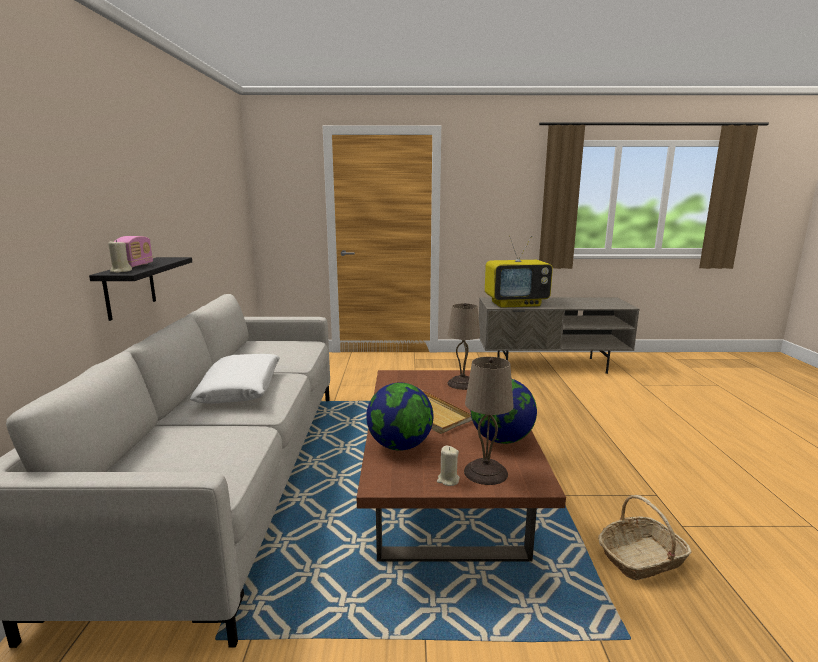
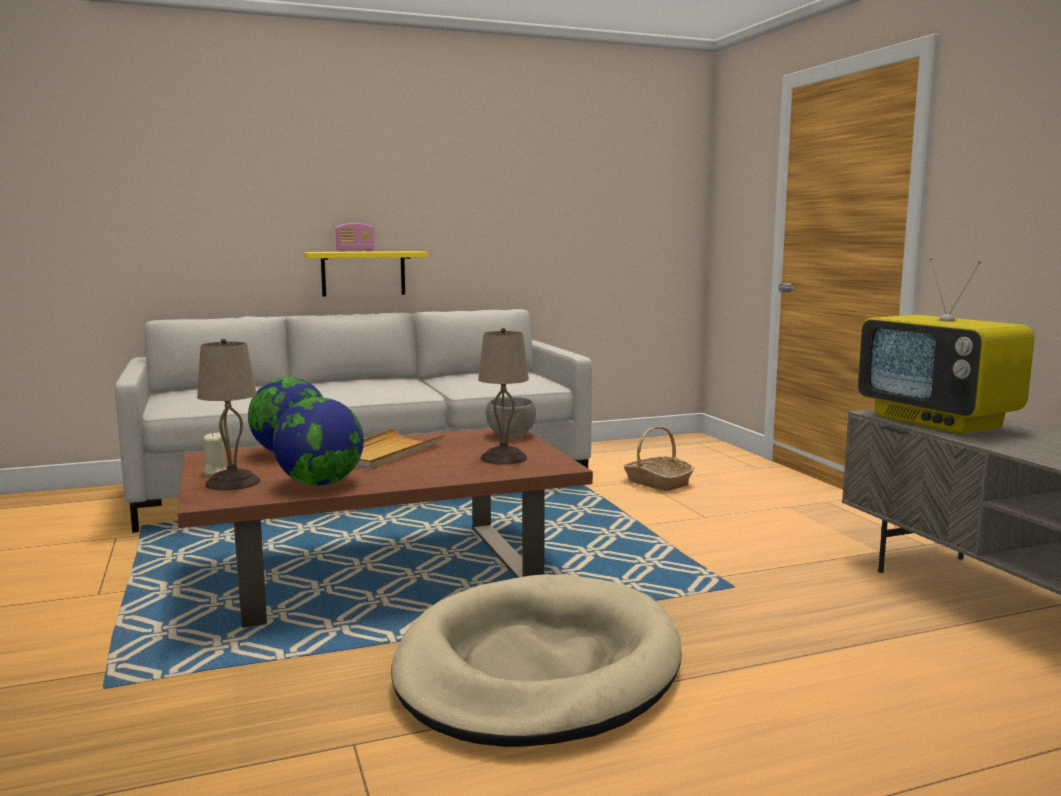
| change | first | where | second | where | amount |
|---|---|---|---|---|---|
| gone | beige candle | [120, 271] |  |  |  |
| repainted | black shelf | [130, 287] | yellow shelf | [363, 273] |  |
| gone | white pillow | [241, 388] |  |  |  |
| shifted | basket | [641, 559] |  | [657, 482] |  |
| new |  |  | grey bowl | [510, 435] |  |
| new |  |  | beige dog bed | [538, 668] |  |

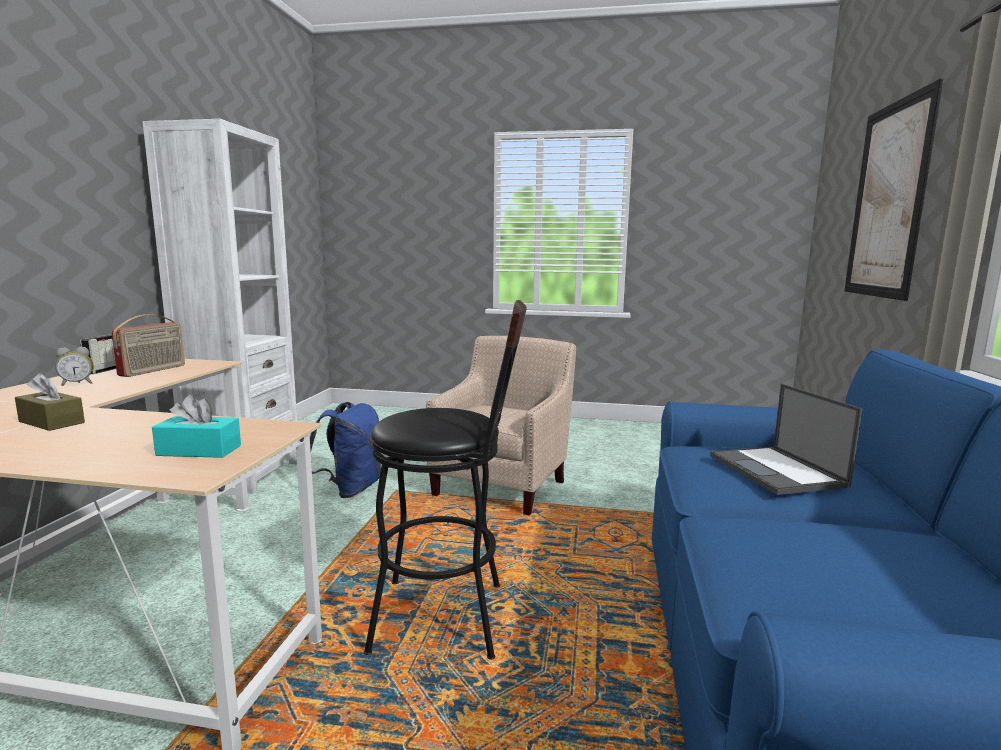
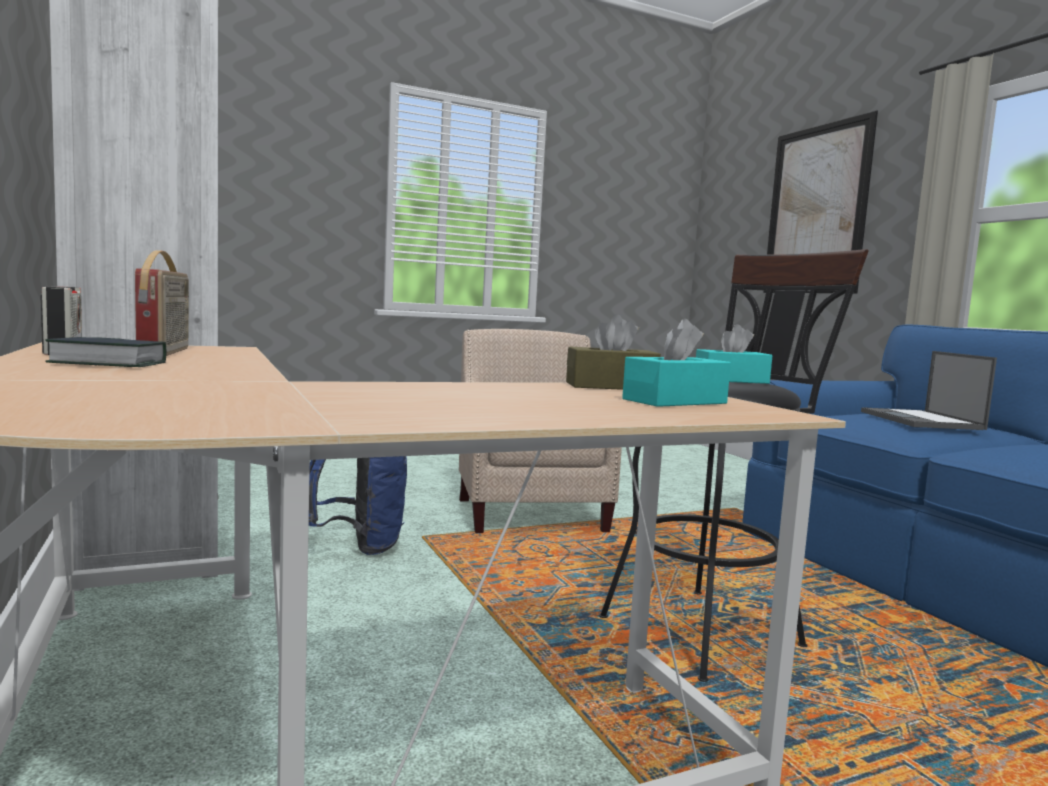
| change | first | where | second | where | amount |
|---|---|---|---|---|---|
| swapped | alarm clock | [77, 384] | book | [109, 363] |  |
| shifted | brown tissue box | [51, 422] |  | [610, 386] |  |
| rotated | laptop | [777, 471] |  | [921, 420] | 45 degrees clockwise |
| new |  |  | turquoise tissue box | [731, 380] |  |

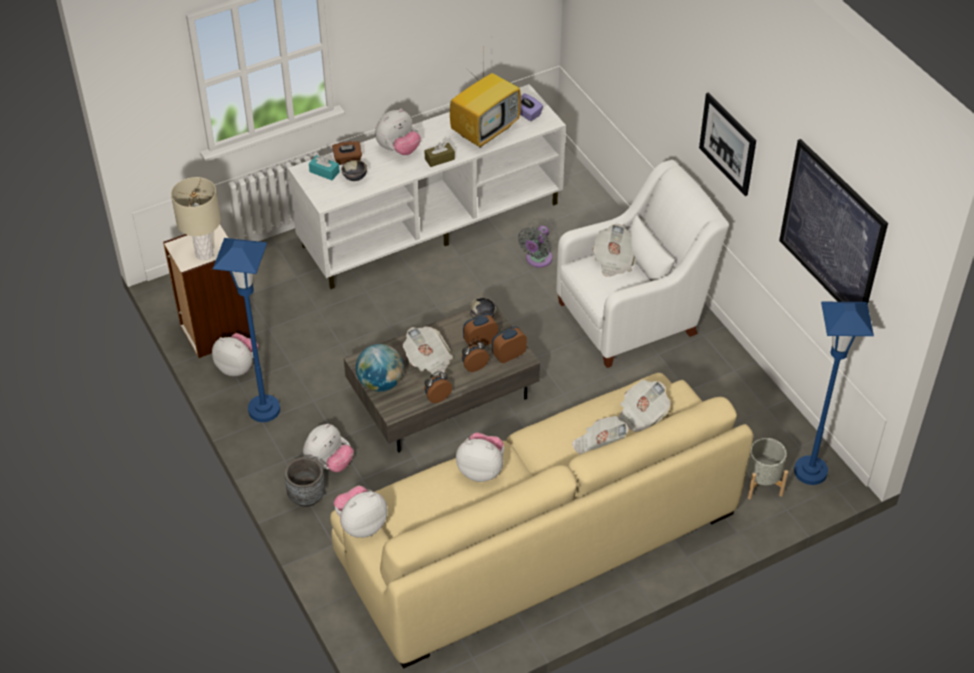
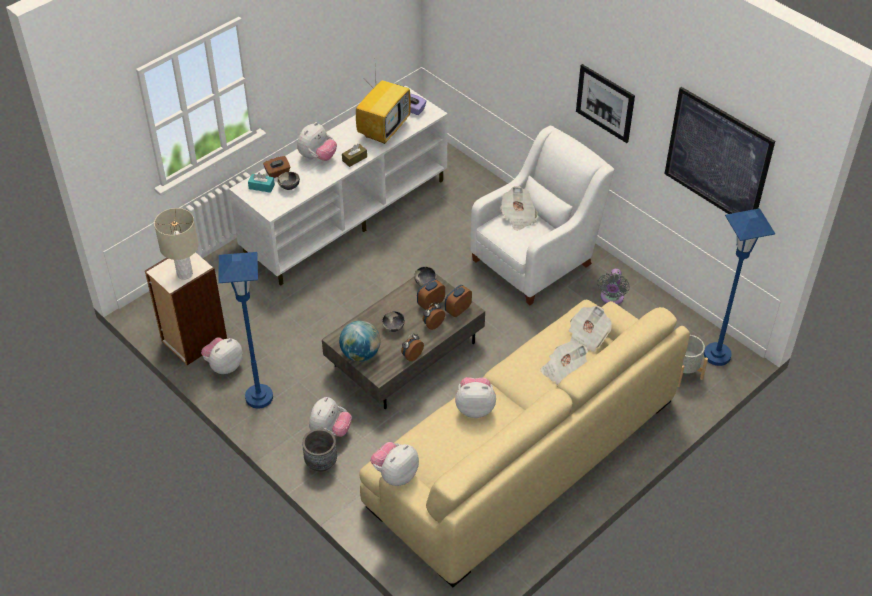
| change | first | where | second | where | amount |
|---|---|---|---|---|---|
| shifted | grey fan | [537, 260] |  | [611, 298] |  |
| swapped | newspaper | [428, 361] | bowl | [393, 327] |  |
| rotated | plush toy | [238, 367] |  | [224, 366] | 60 degrees counterclockwise |

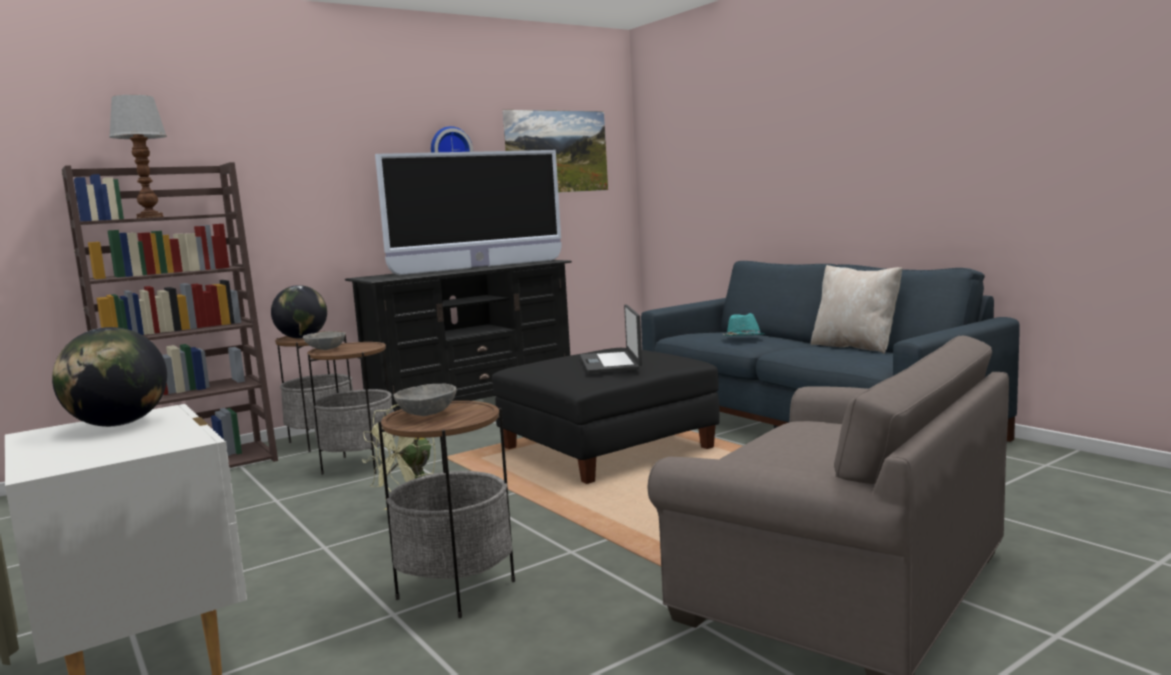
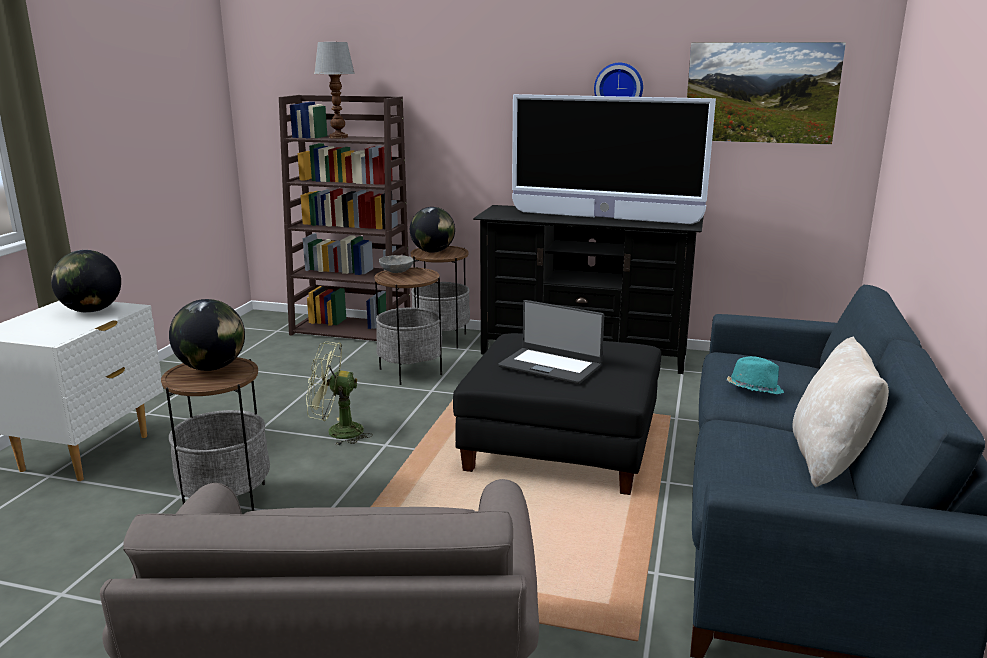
| change | first | where | second | where | amount |
|---|---|---|---|---|---|
| rotated | laptop | [611, 363] |  | [550, 366] | 105 degrees counterclockwise |
| swapped | grey bowl | [428, 413] | globe | [211, 368] |  |

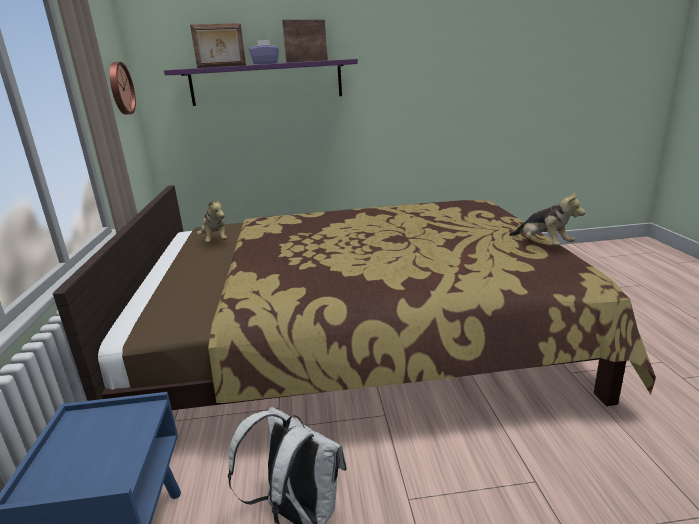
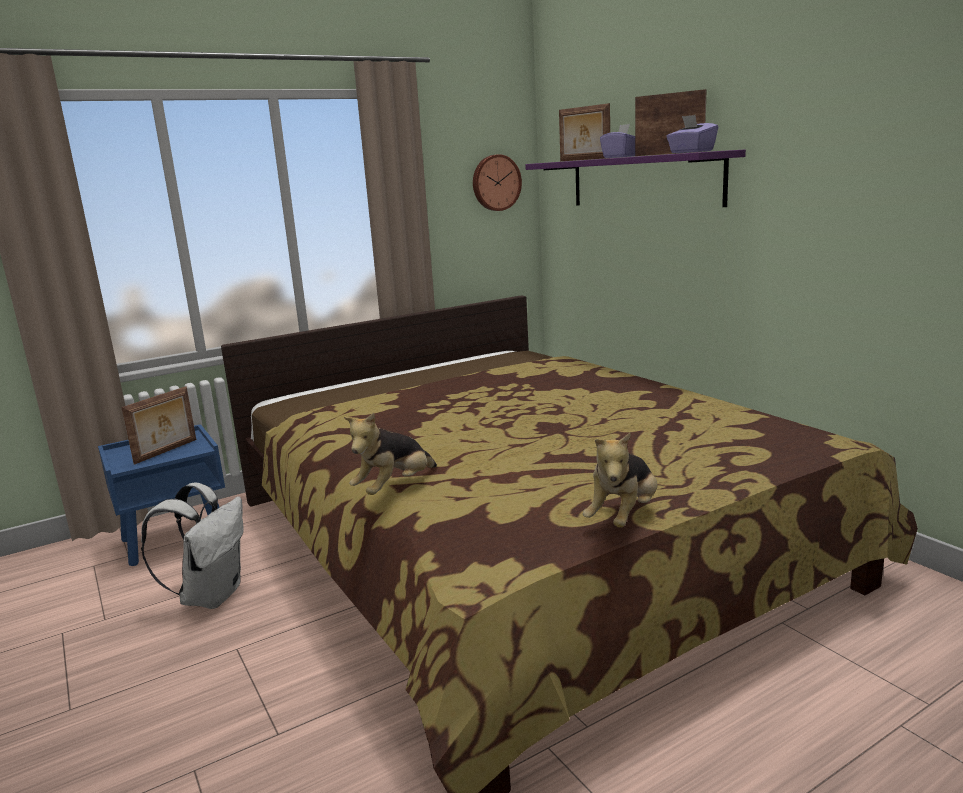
| change | first | where | second | where | amount |
|---|---|---|---|---|---|
| shifted | plush toy | [215, 241] |  | [394, 488] |  |
| new |  |  | purple tissue box | [691, 152] |  |
| new |  |  | picture frame | [167, 451] |  |

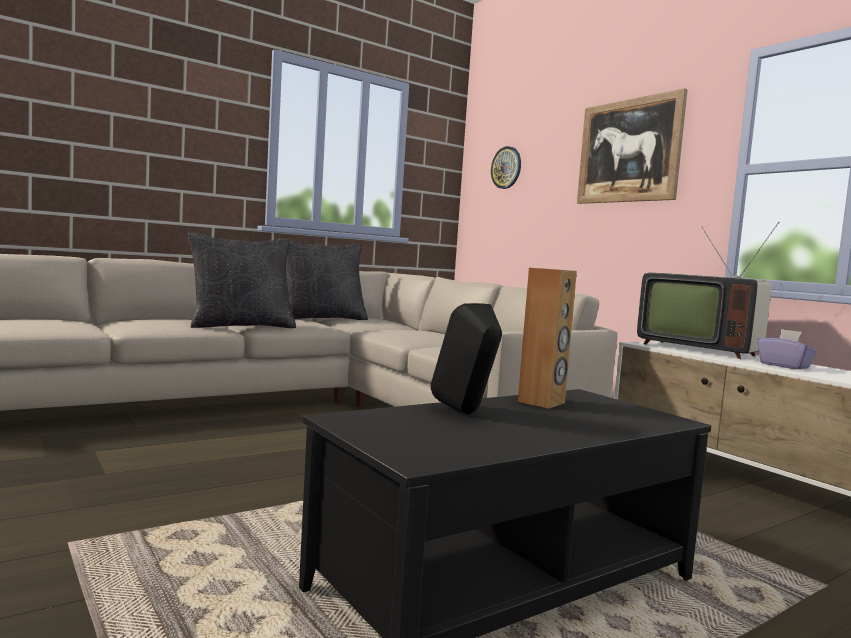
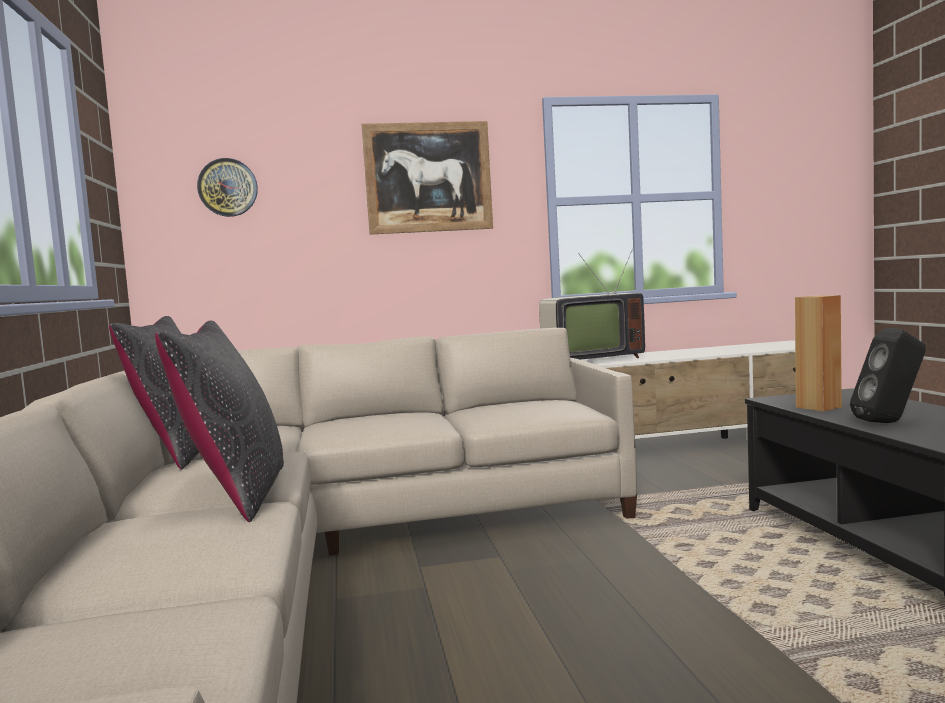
| change | first | where | second | where | amount |
|---|---|---|---|---|---|
| gone | purple tissue box | [784, 366] |  |  |  |

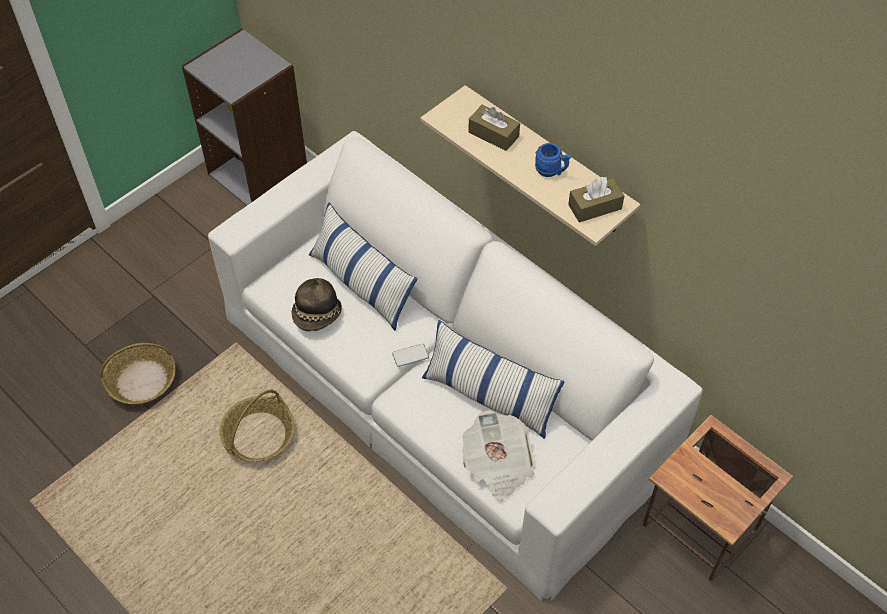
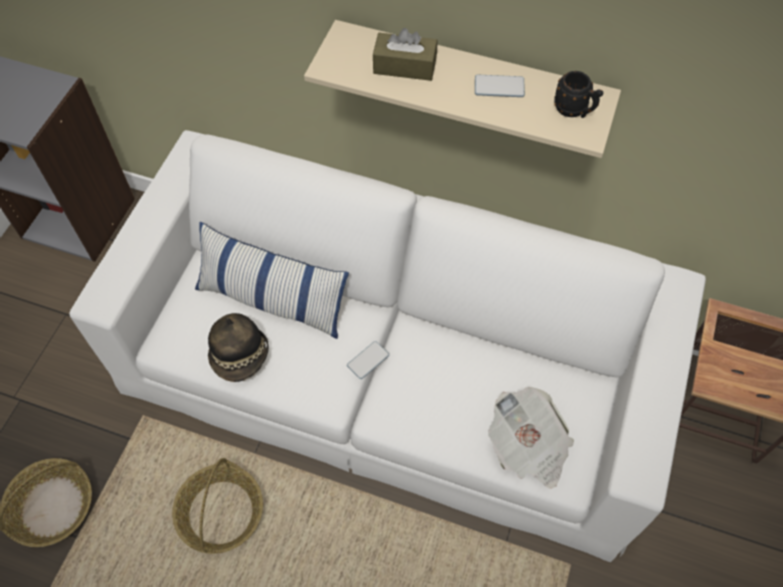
| change | first | where | second | where | amount |
|---|---|---|---|---|---|
| swapped | blue mug | [551, 171] | phone | [499, 87] |  |
| swapped | brown tissue box | [595, 207] | black mug | [574, 111] |  |
| gone | pillow | [489, 396] |  |  |  |

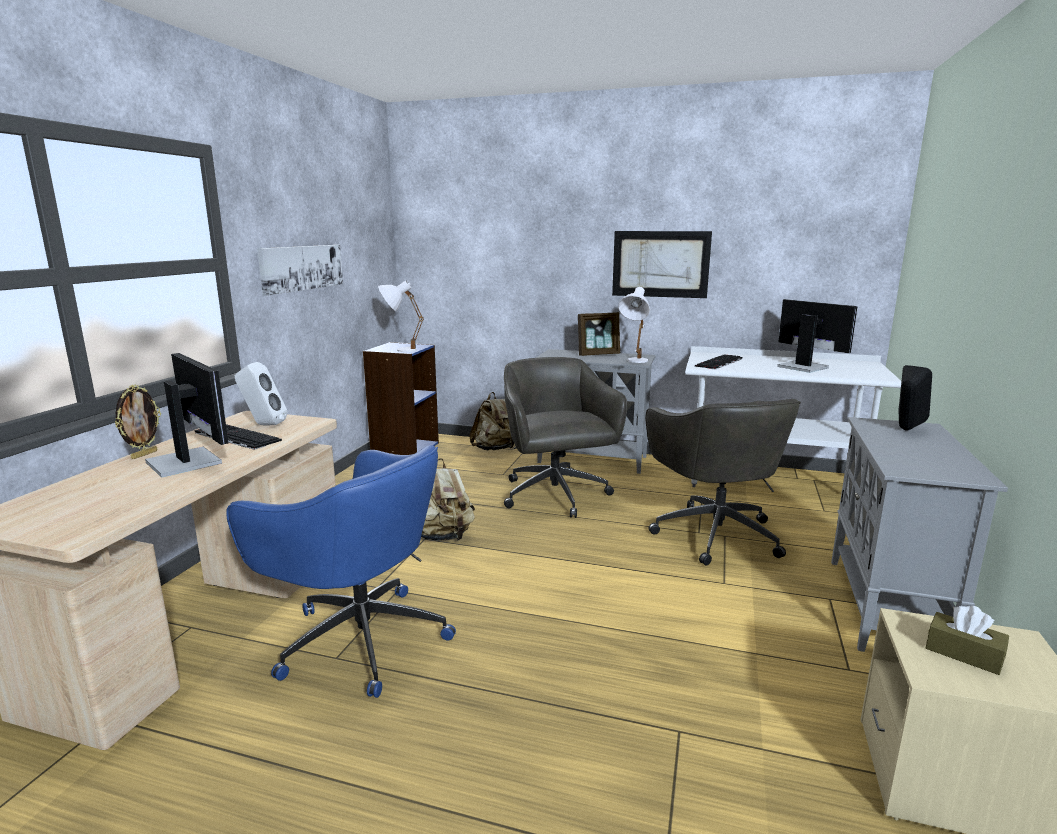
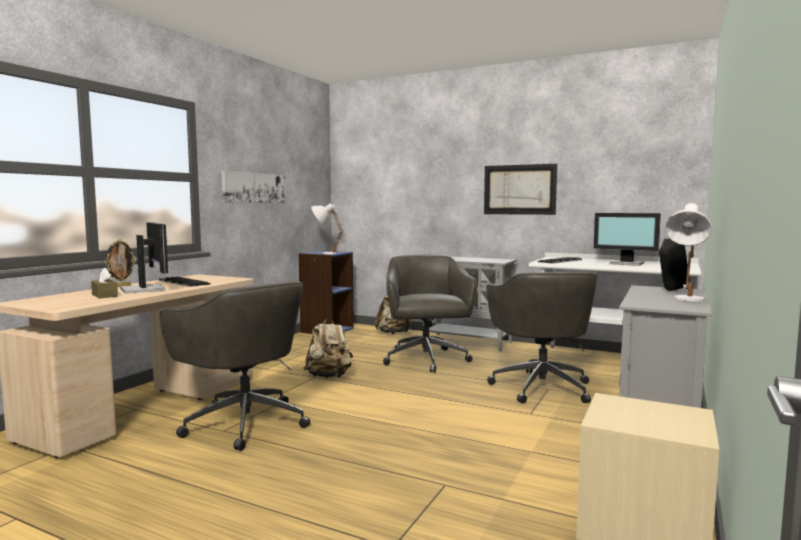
| change | first | where | second | where | amount |
|---|---|---|---|---|---|
| shifted | white table lamp | [634, 362] |  | [685, 300] |  |
| rotated | monitor | [803, 367] |  | [627, 263] | 150 degrees clockwise |
| gone | picture frame | [598, 354] |  |  |  |
| gone | white speaker | [263, 425] |  |  |  |
| repainted | blue office chair | [359, 638] | grey office chair | [243, 422] |  |
| shifted | brown tissue box | [963, 653] |  | [104, 295] |  |

